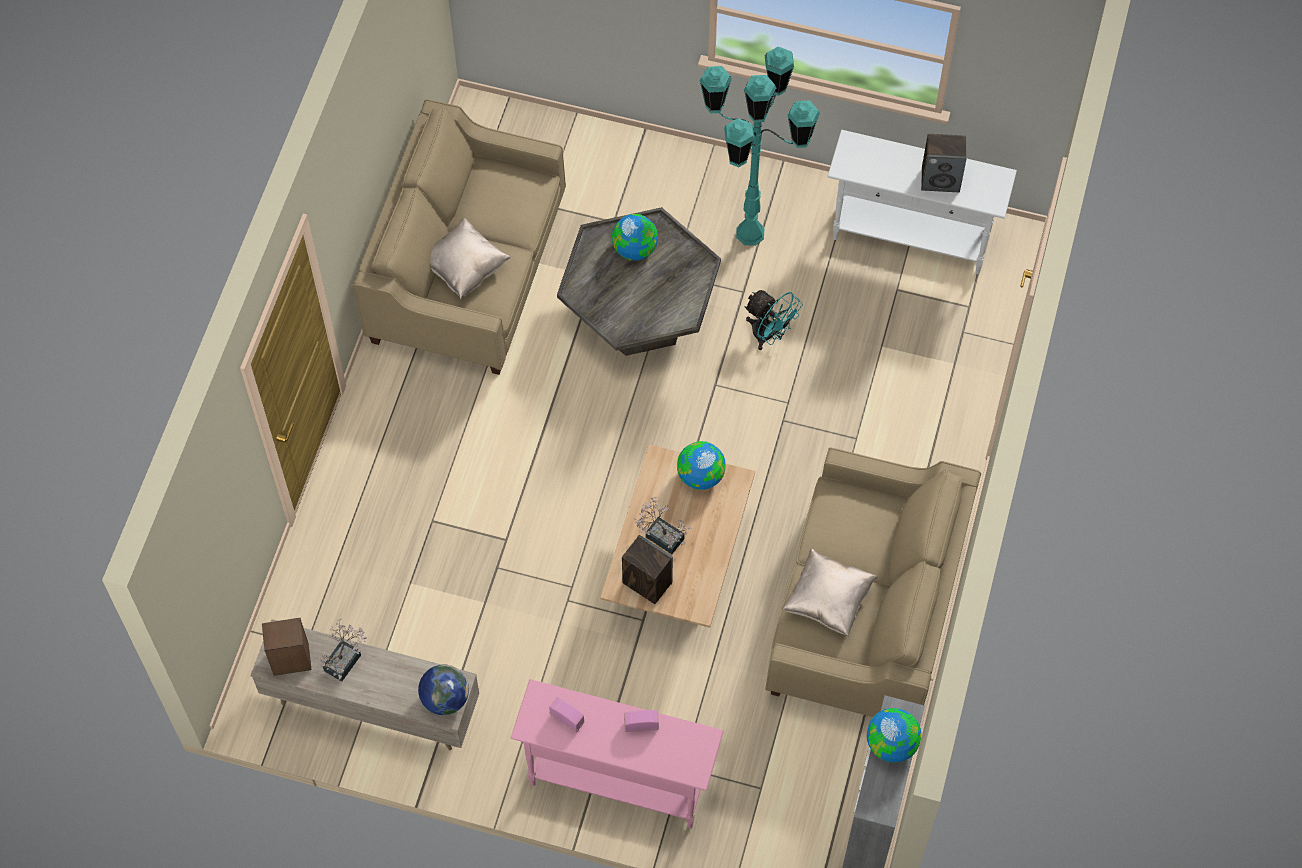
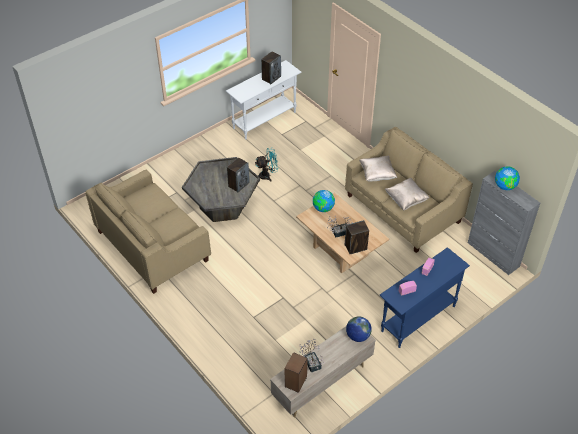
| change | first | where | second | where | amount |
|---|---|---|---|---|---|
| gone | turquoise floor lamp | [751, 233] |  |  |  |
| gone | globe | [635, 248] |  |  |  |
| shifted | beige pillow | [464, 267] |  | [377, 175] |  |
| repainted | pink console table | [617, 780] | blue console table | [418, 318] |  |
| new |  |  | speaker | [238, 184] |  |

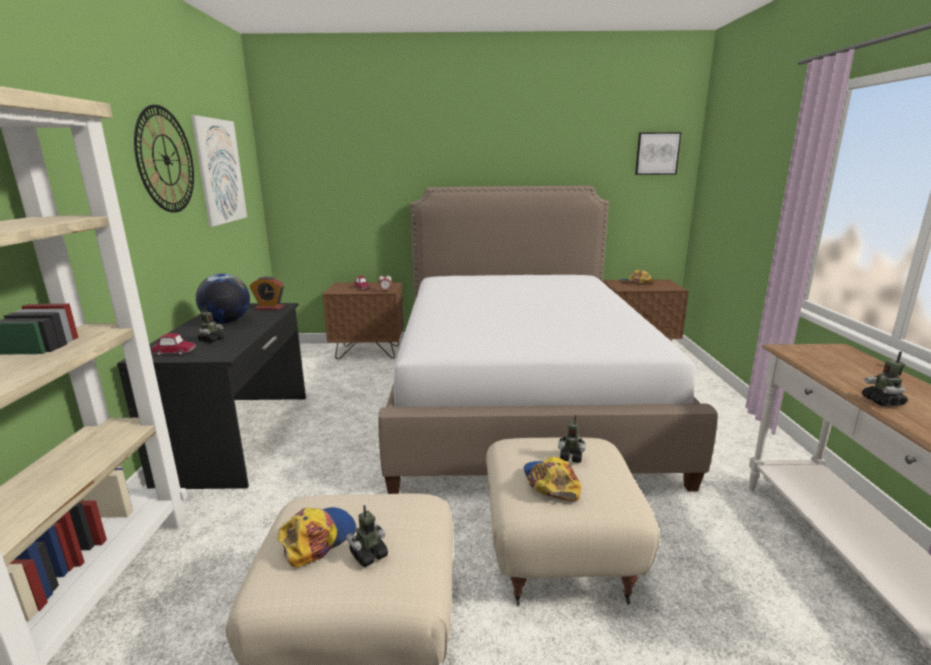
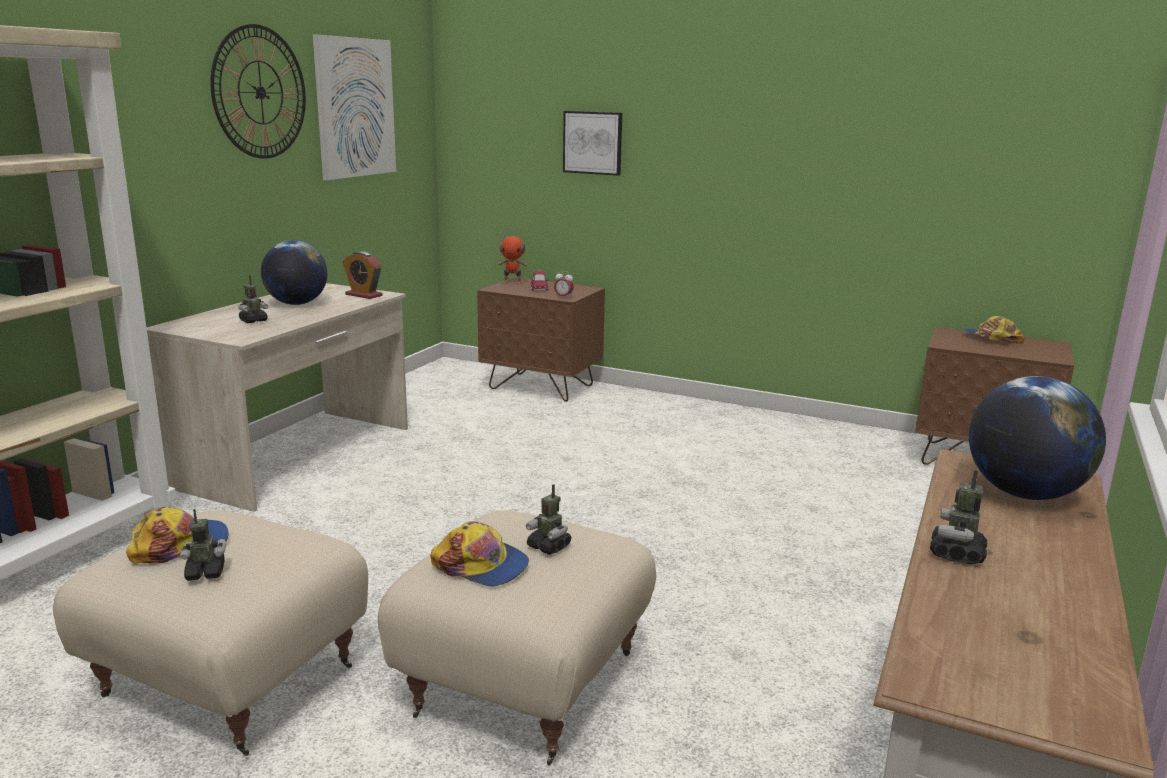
| change | first | where | second | where | amount |
|---|---|---|---|---|---|
| shifted | picture | [657, 153] |  | [593, 142] |  |
| gone | bed | [520, 397] |  |  |  |
| repainted | black desk | [241, 436] | beige desk | [297, 456] |  |
| gone | toy car | [174, 352] |  |  |  |
| rotated | cap | [550, 483] |  | [481, 565] | 105 degrees clockwise |
| new |  |  | toy robot | [512, 282] |  |
| new |  |  | globe | [1024, 494] |  |

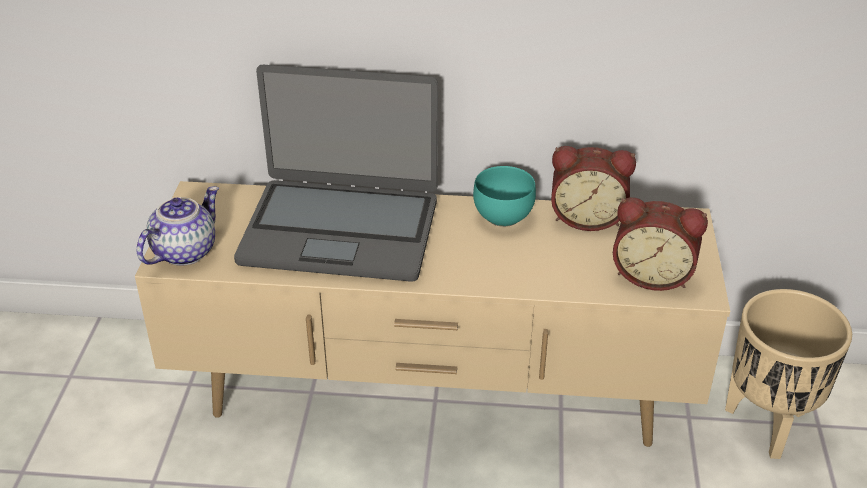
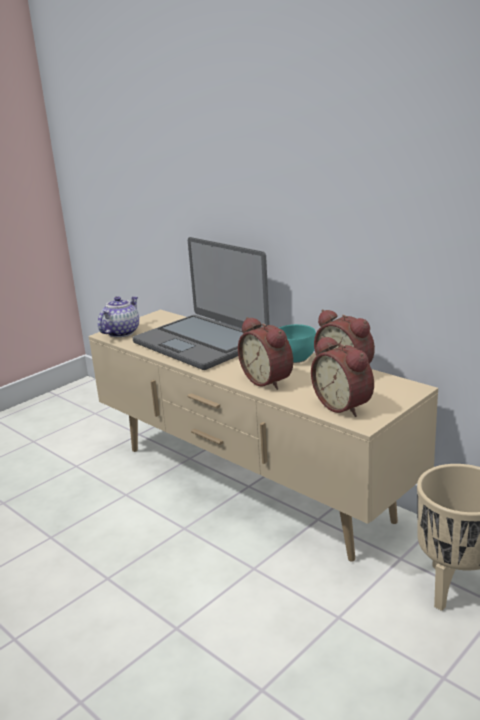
| change | first | where | second | where | amount |
|---|---|---|---|---|---|
| rotated | teapot | [184, 251] |  | [121, 332] | 45 degrees counterclockwise |
| new |  |  | alarm clock | [269, 380] |  |

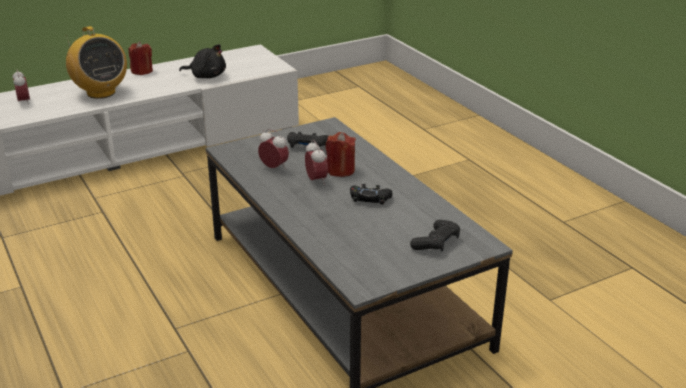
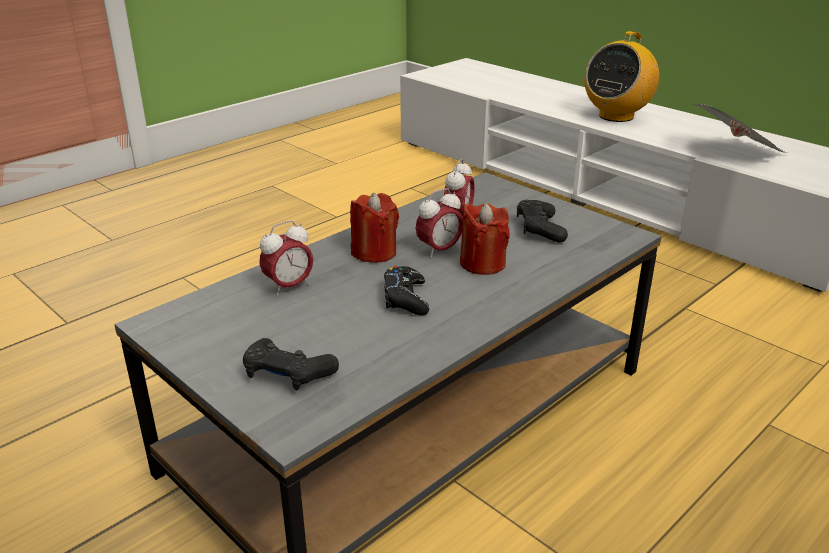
| change | first | where | second | where | amount |
|---|---|---|---|---|---|
| shifted | red candle | [142, 71] |  | [374, 252] |  |
| swapped | black plush toy | [206, 76] | newspaper | [737, 154] |  |
| shifted | alarm clock | [24, 102] |  | [289, 287] |  |

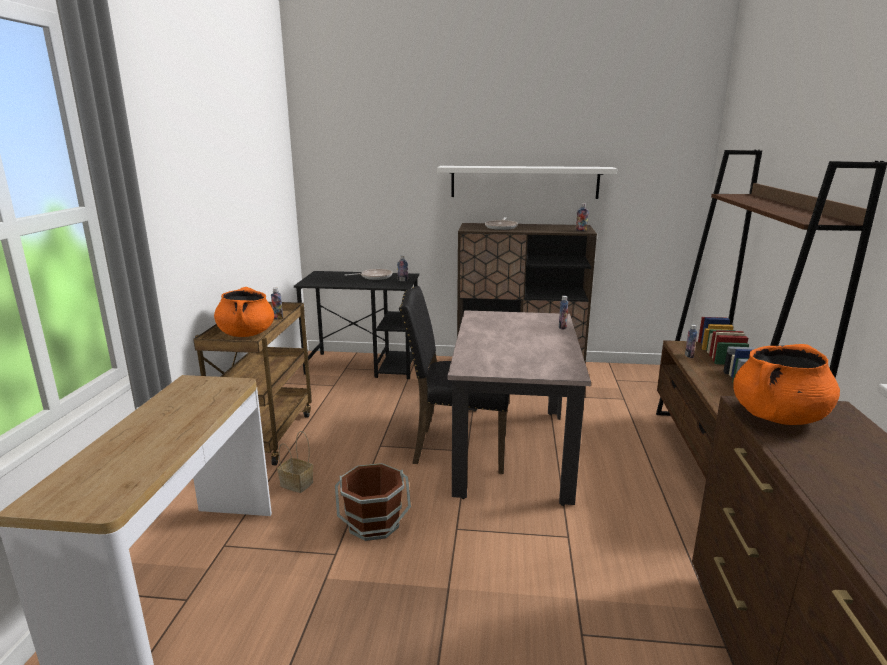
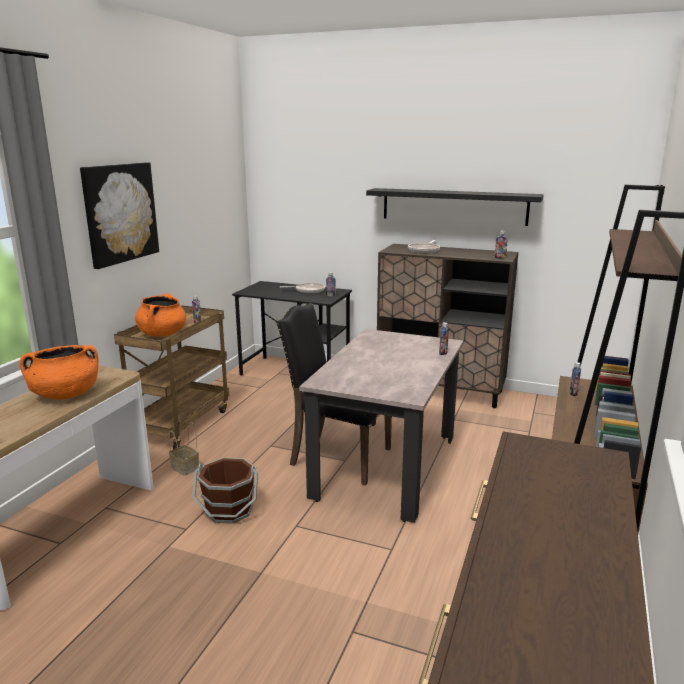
| change | first | where | second | where | amount |
|---|---|---|---|---|---|
| repainted | white shelf | [524, 182] | black shelf | [454, 206] |  |
| shifted | orange cooking pot | [778, 417] |  | [65, 395] |  |
| new |  |  | picture | [120, 213] |  |

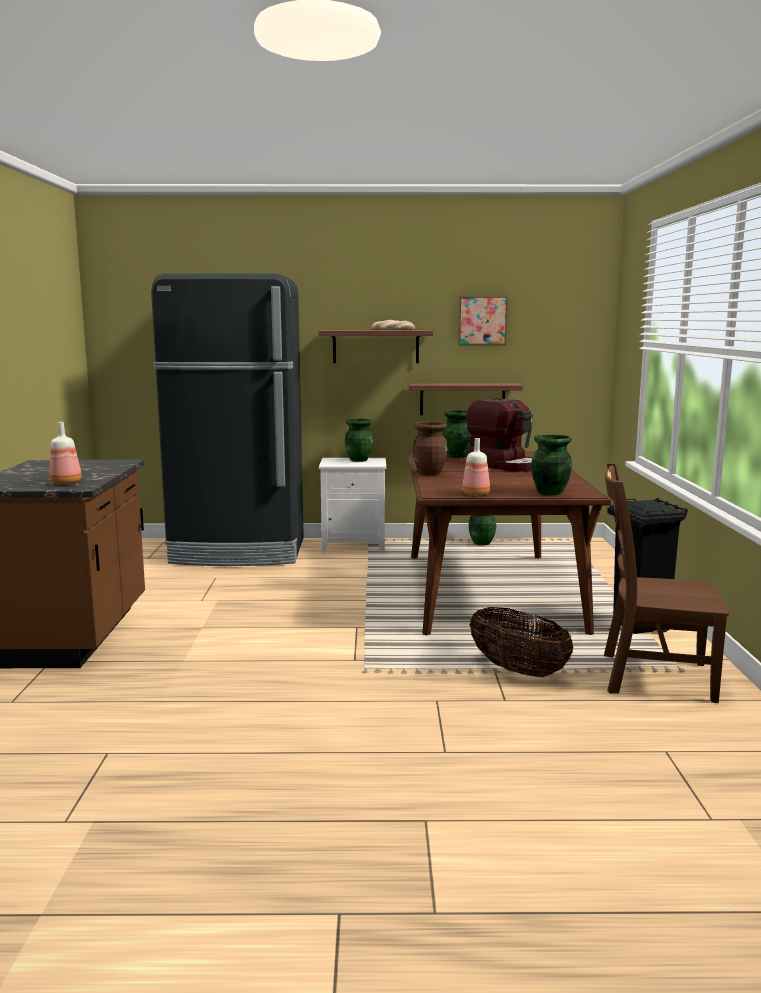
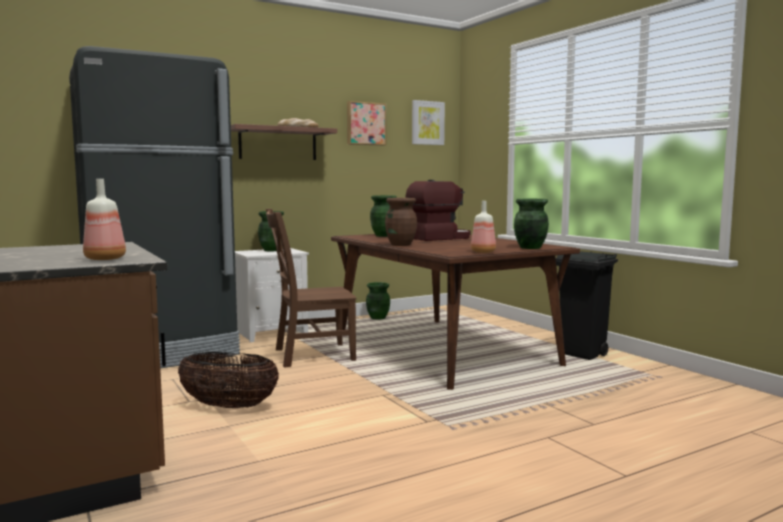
| change | first | where | second | where | amount |
|---|---|---|---|---|---|
| gone | shelf | [462, 399] |  |  |  |
| rotated | coffee machine | [504, 465] |  | [439, 238] | 45 degrees counterclockwise |
| shifted | brown chair | [651, 676] |  | [310, 355] |  |
| shifted | basket | [518, 670] |  | [229, 406] |  |
| new |  |  | picture | [427, 123] |  |

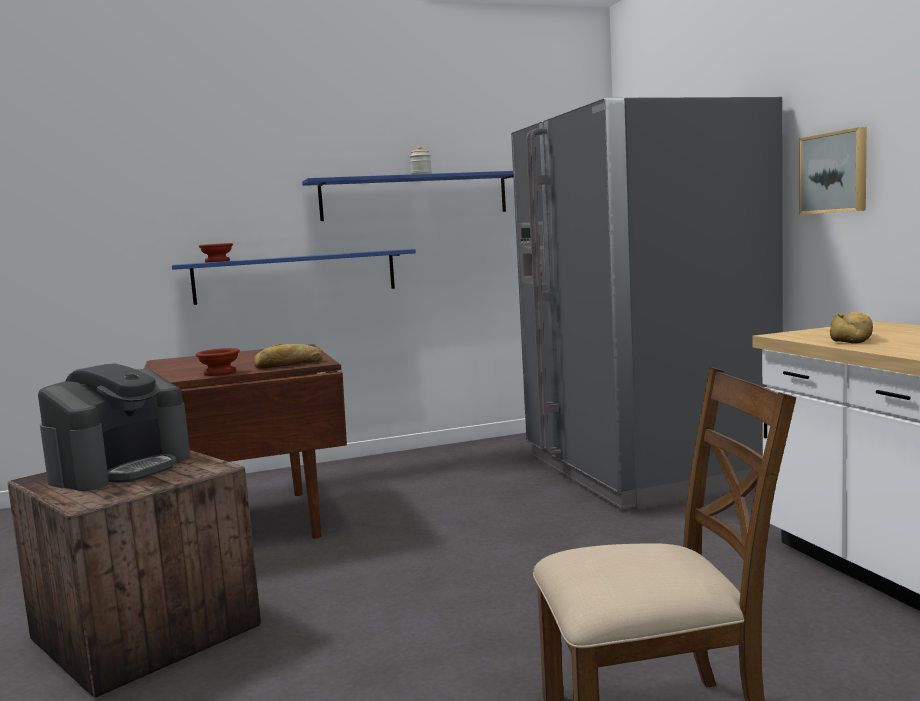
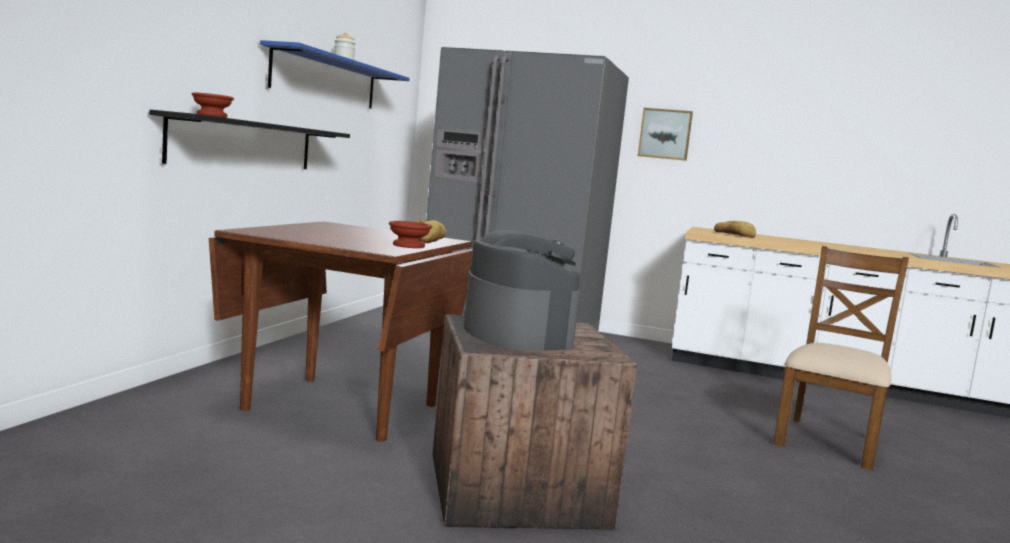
| change | first | where | second | where | amount |
|---|---|---|---|---|---|
| repainted | blue shelf | [296, 276] | black shelf | [244, 144] |  |

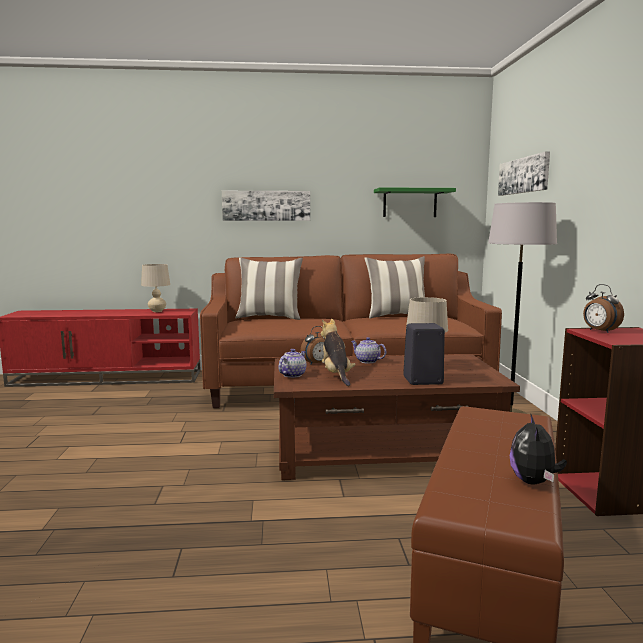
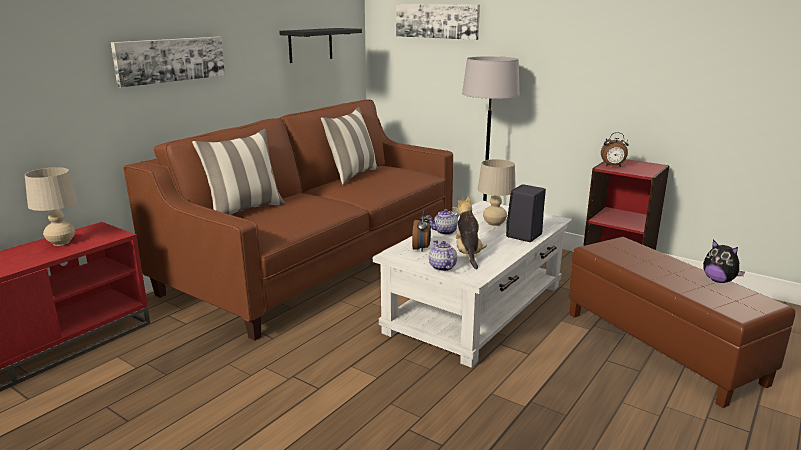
| change | first | where | second | where | amount |
|---|---|---|---|---|---|
| repainted | green shelf | [410, 203] | black shelf | [310, 45] |  |
| rotated | plush toy | [336, 375] |  | [468, 254] | 60 degrees clockwise |
| repainted | brown coffee table | [385, 452] | white coffee table | [476, 308] |  |

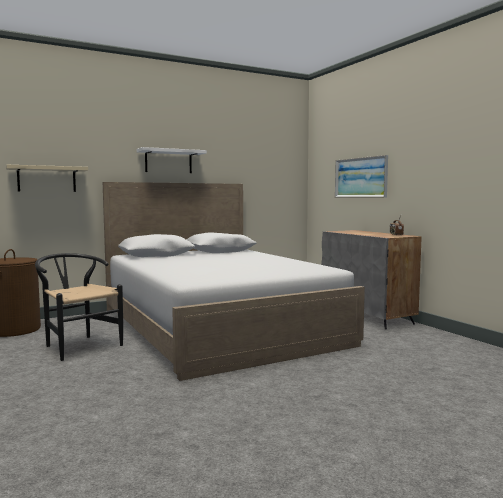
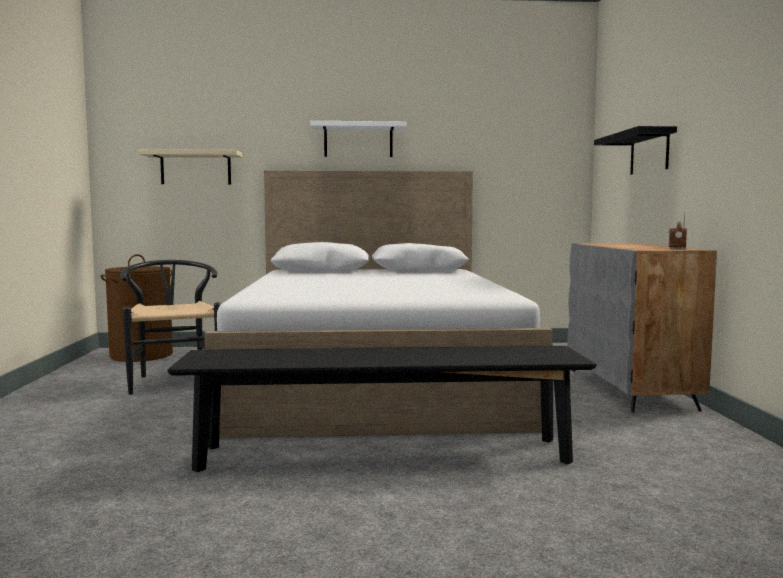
| change | first | where | second | where | amount |
|---|---|---|---|---|---|
| swapped | picture | [360, 177] | black shelf | [649, 152] |  |
| new |  |  | black bench | [384, 454] |  |

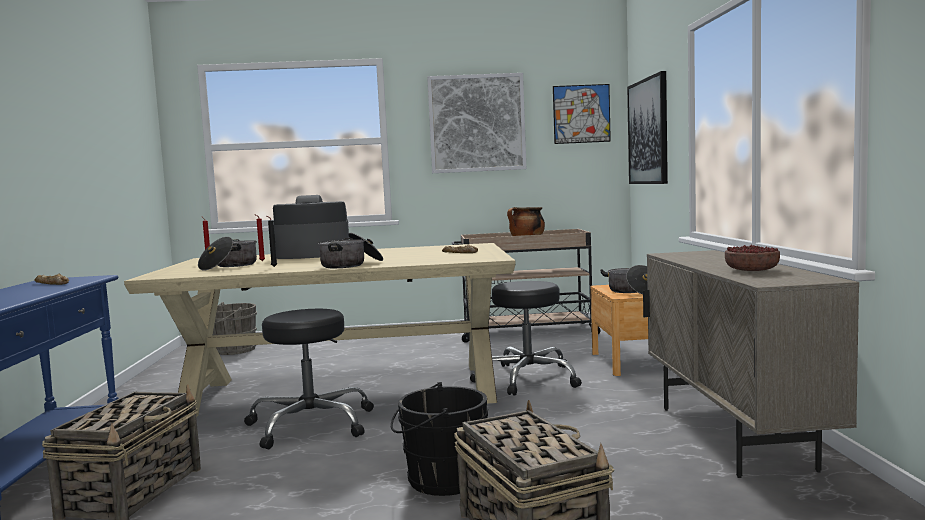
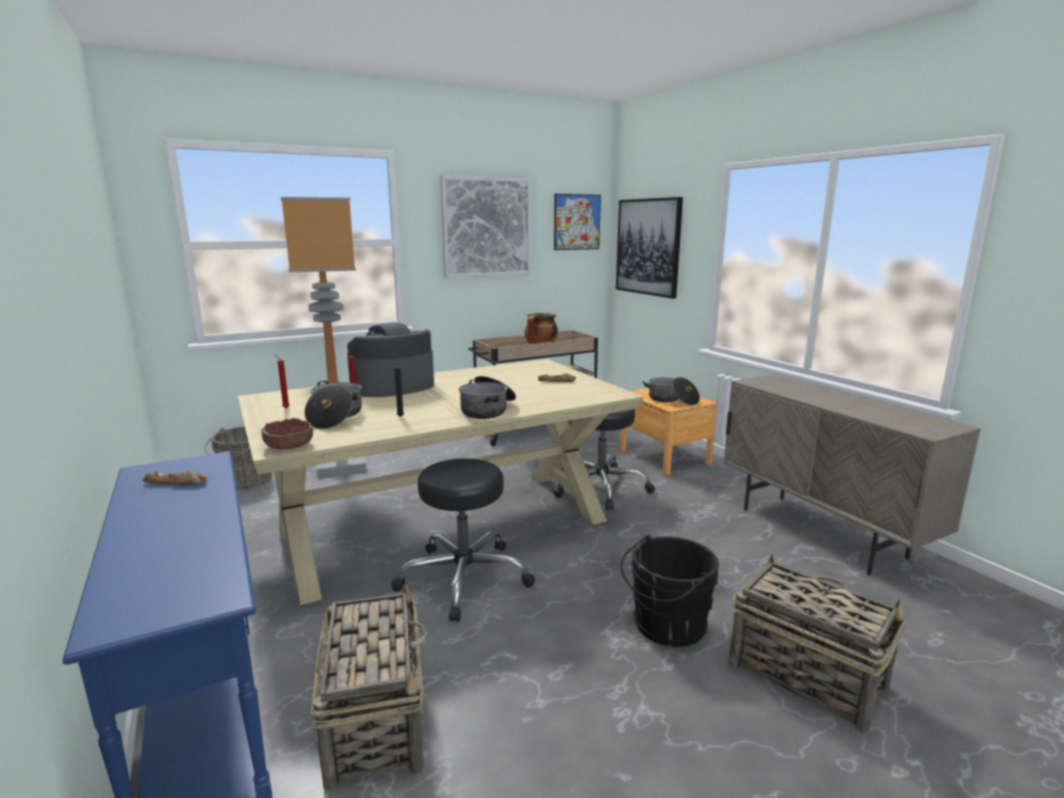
| change | first | where | second | where | amount |
|---|---|---|---|---|---|
| shifted | bowl | [752, 270] |  | [289, 445] |  |
| new |  |  | floor lamp | [341, 464] |  |

